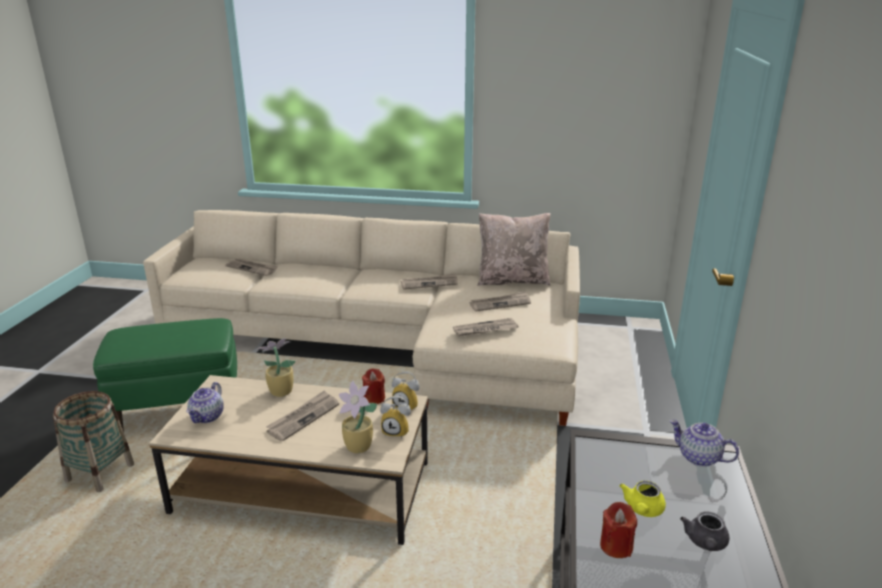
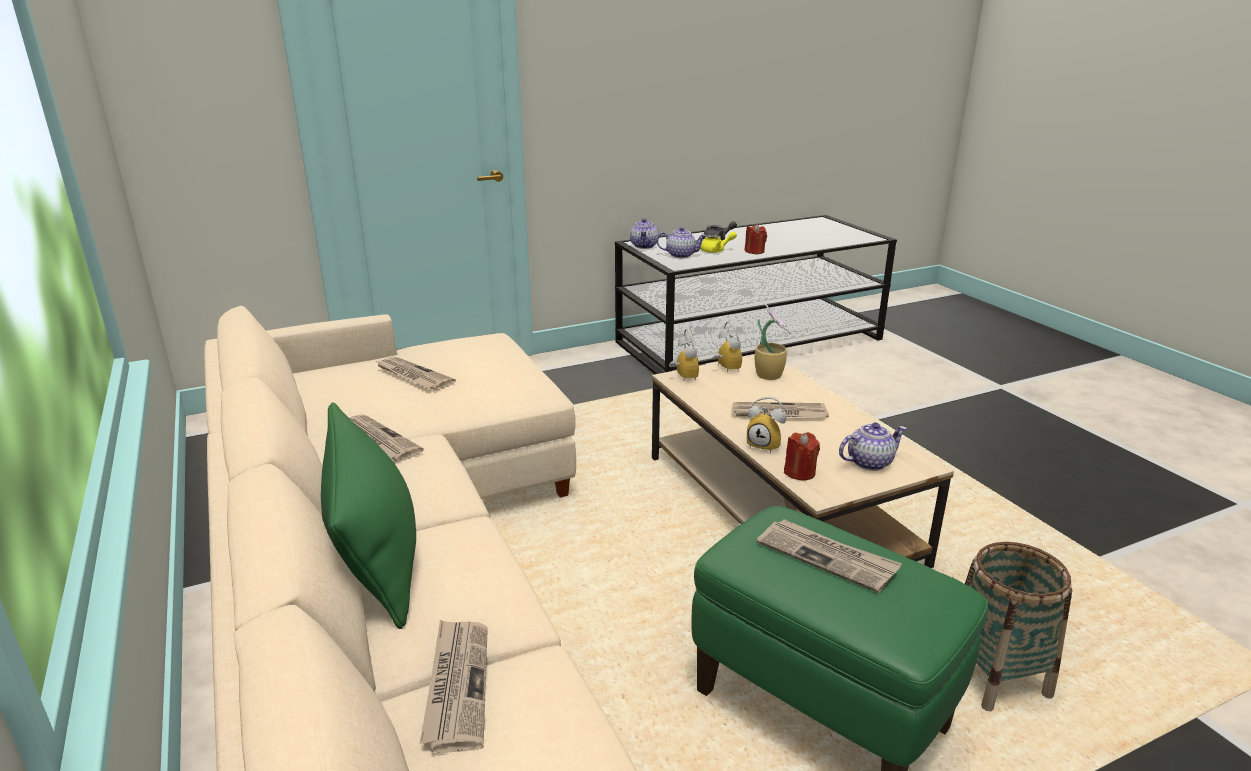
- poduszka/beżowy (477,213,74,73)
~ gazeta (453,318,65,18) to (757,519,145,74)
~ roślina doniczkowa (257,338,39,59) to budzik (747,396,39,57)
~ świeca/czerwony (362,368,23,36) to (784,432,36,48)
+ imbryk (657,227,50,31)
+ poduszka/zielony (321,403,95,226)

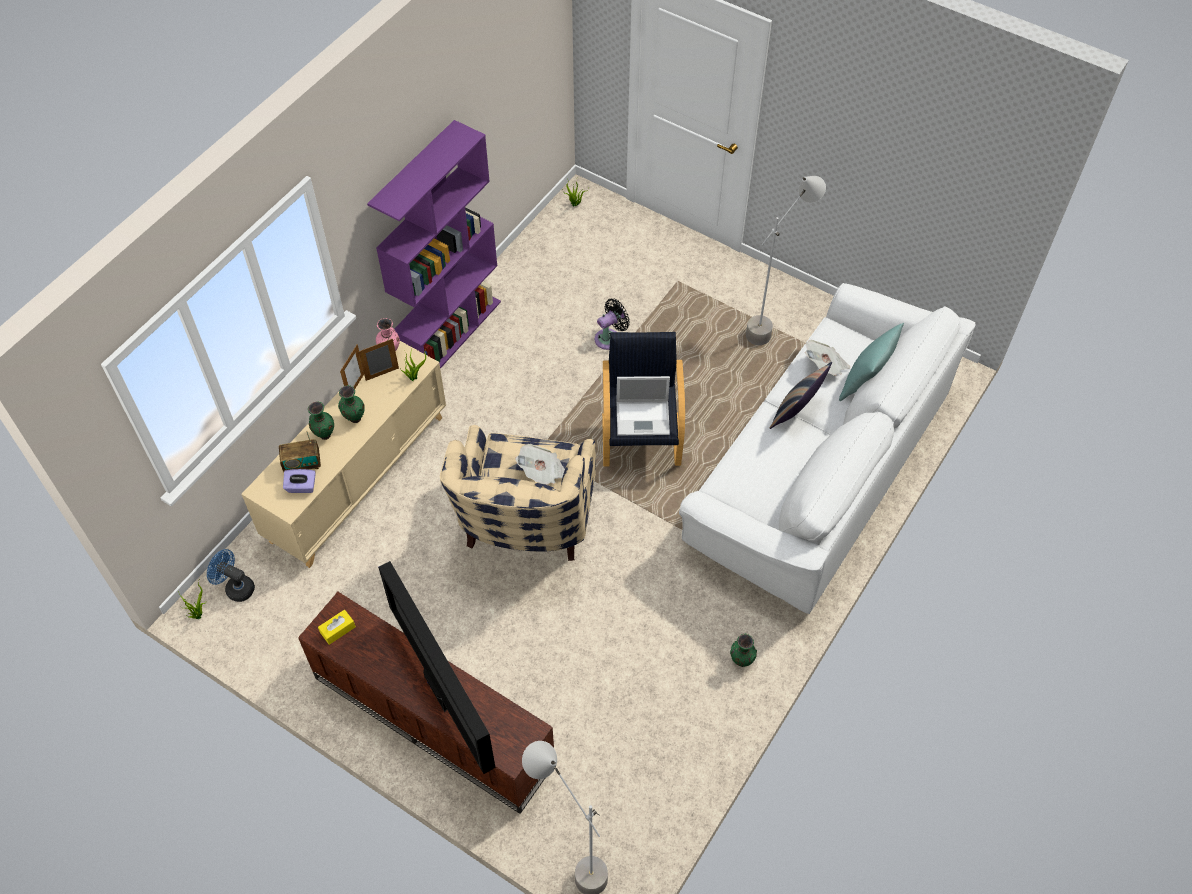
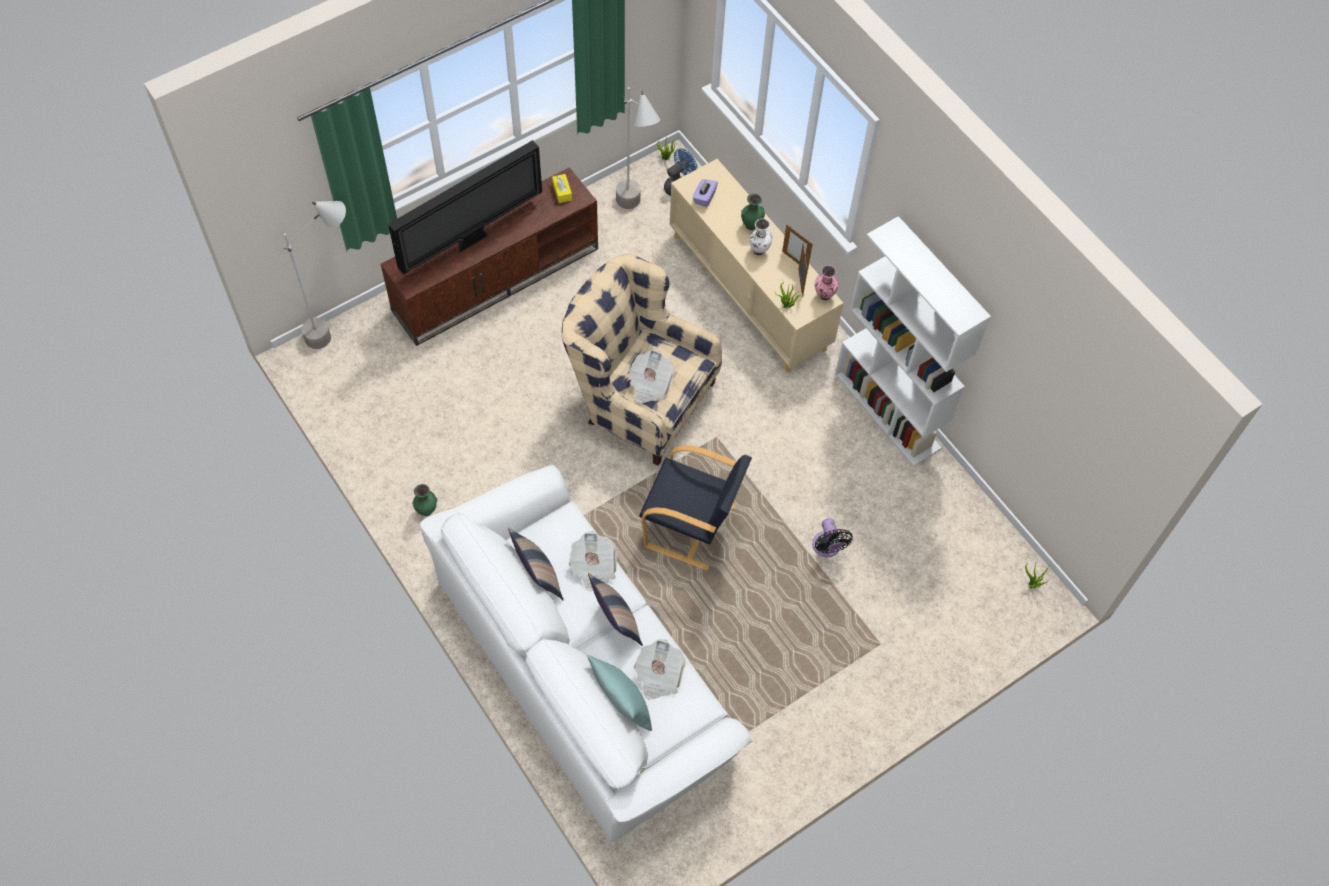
~ regał/fioletowy (367,120,134,249) to regał/biały (835,216,156,251)
~ lampa stojąca/szary (746,176,80,169) to (616,87,44,122)
- laptop (617,376,53,59)
~ wazon/zielony (338,385,27,38) to wazon/biały (749,219,24,36)
- radio (279,430,42,42)
~ telewizor (378,561,118,213) = (388,140,154,134) 150 degrees clockwise
+ poduszka (508,528,56,72)
+ gazeta (569,531,48,61)

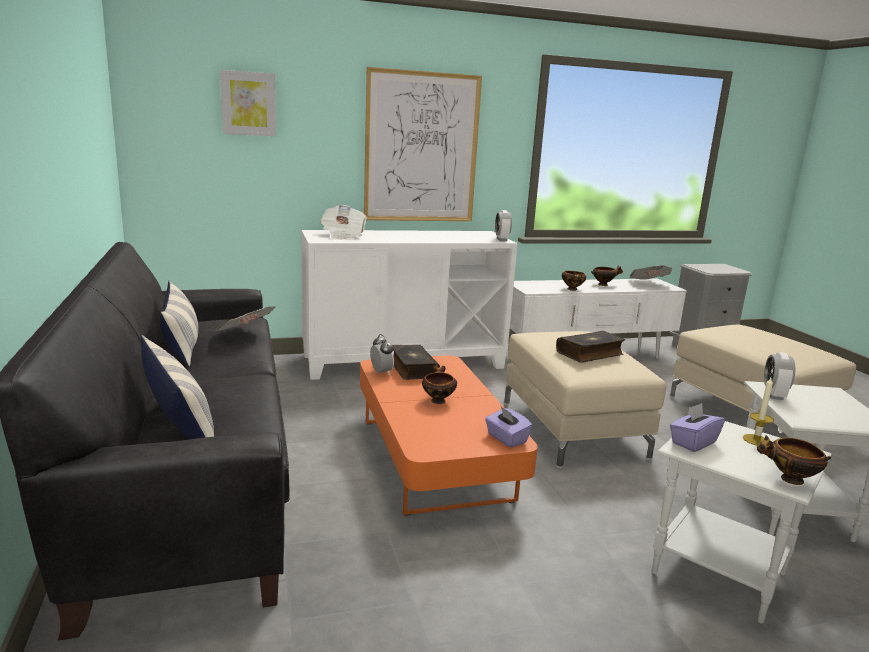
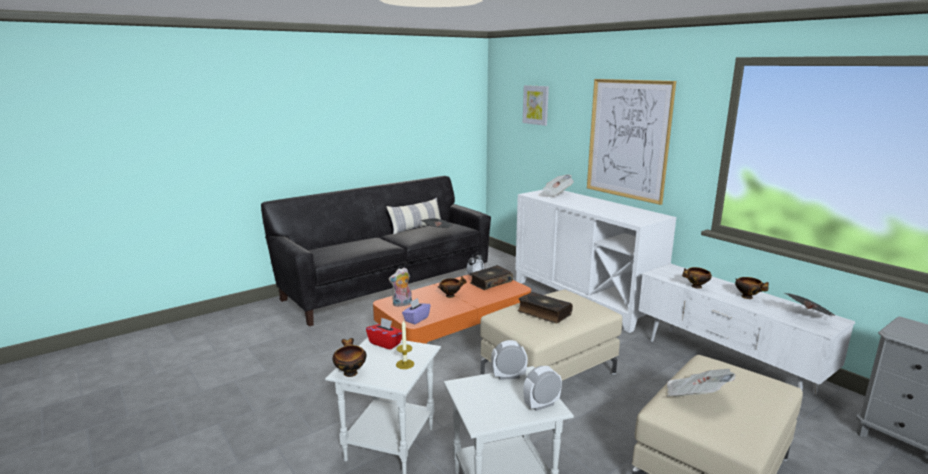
~ budzik (495,210,17,31) to (523,366,39,45)
- poduszka (141,335,73,104)
~ pudełko chusteczek/fioletowy (670,403,55,49) to pudełko chusteczek/czerwony (366,318,36,32)
+ pluszak (388,267,24,40)
+ gazeta (667,369,69,28)

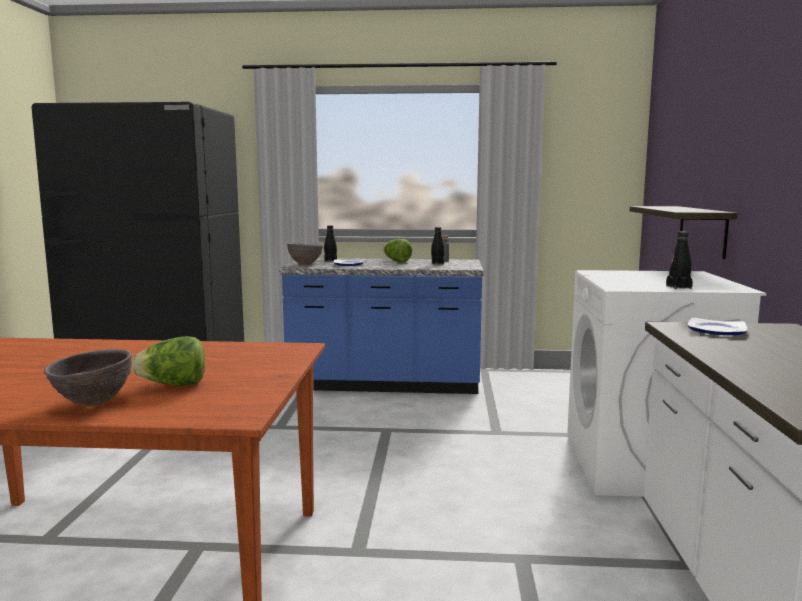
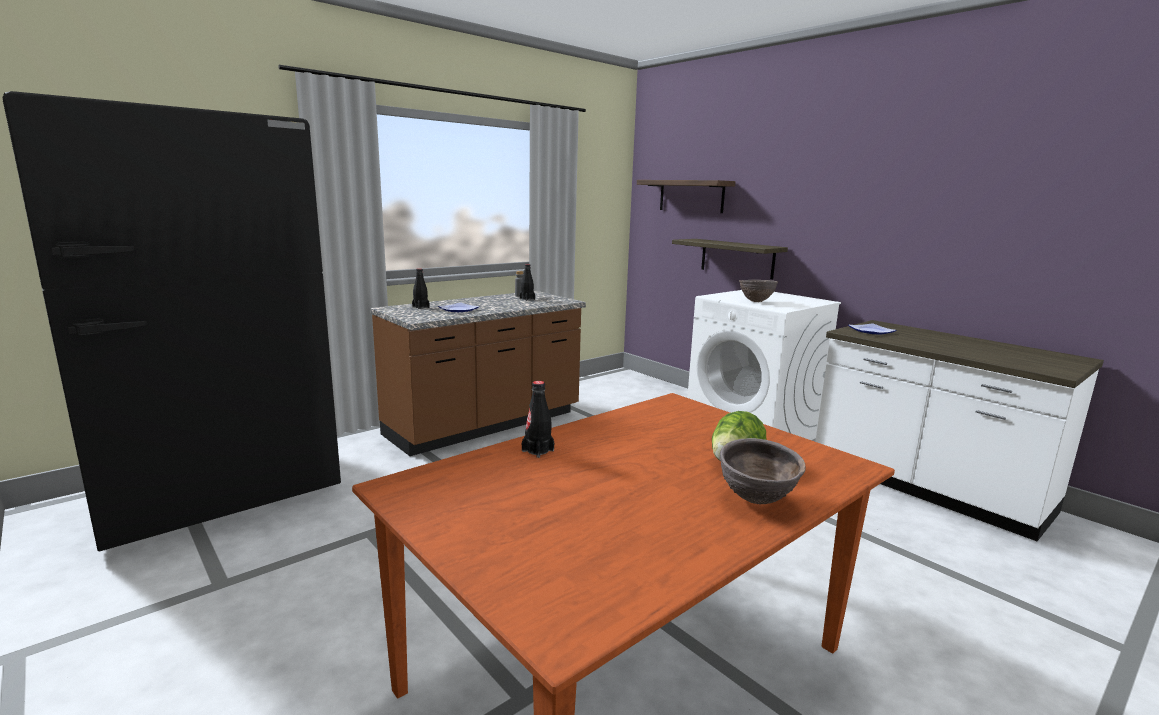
~ butelka/czarny (666,232,27,57) to (522,381,32,77)
- sałata (383,239,29,23)
~ miska/brązowy (287,243,36,22) to (739,280,39,22)
~ zabudowa kuchenna/niebieski (279,258,205,136) to zabudowa kuchenna/brązowy (370,291,216,165)
+ półka (637,180,99,33)

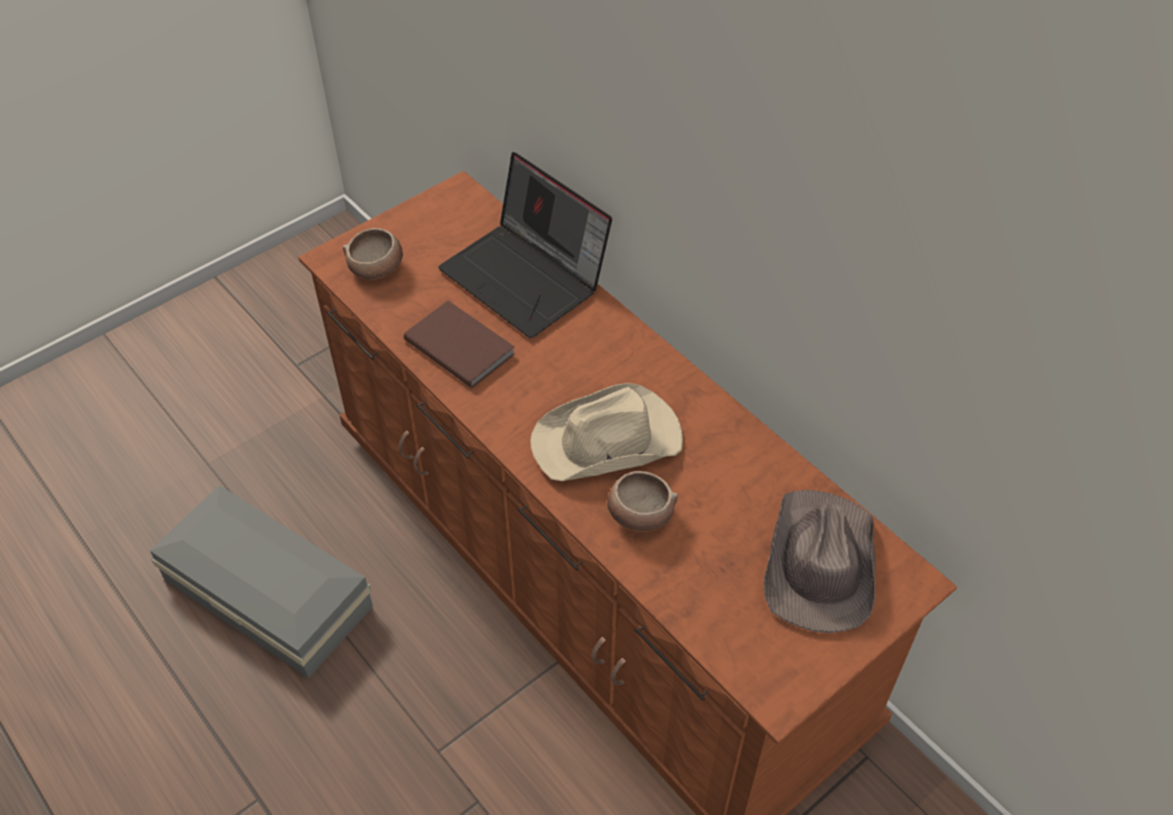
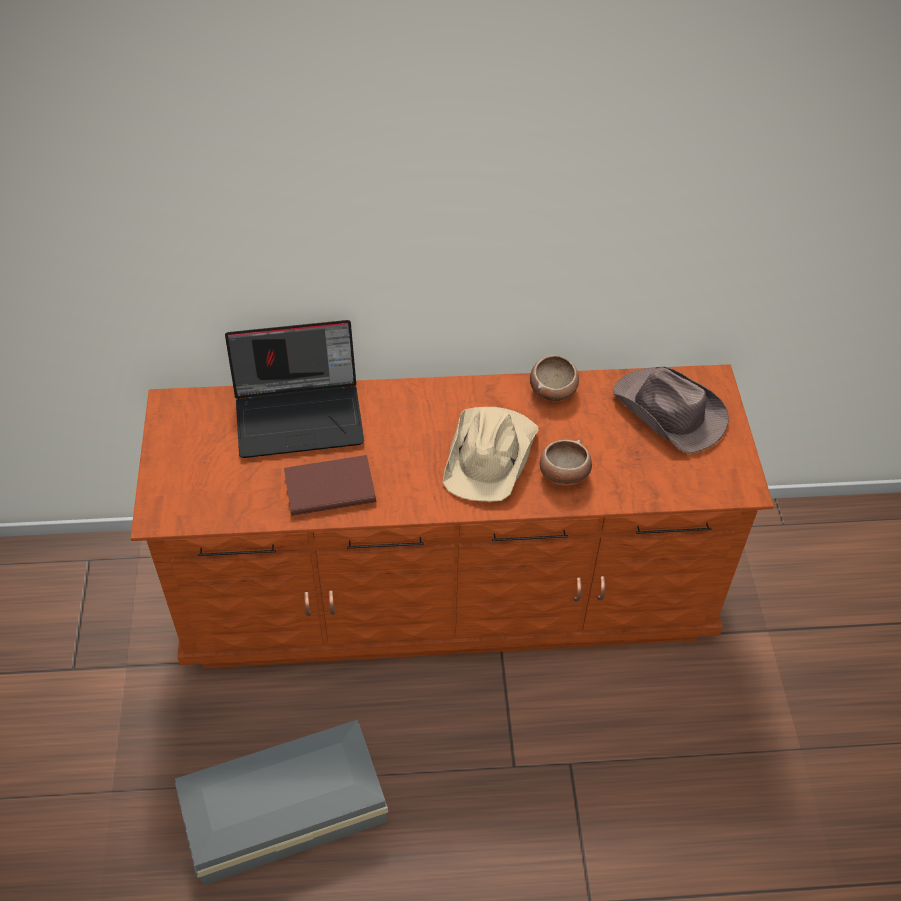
~ miska (343,228,60,52) to (530,355,49,46)

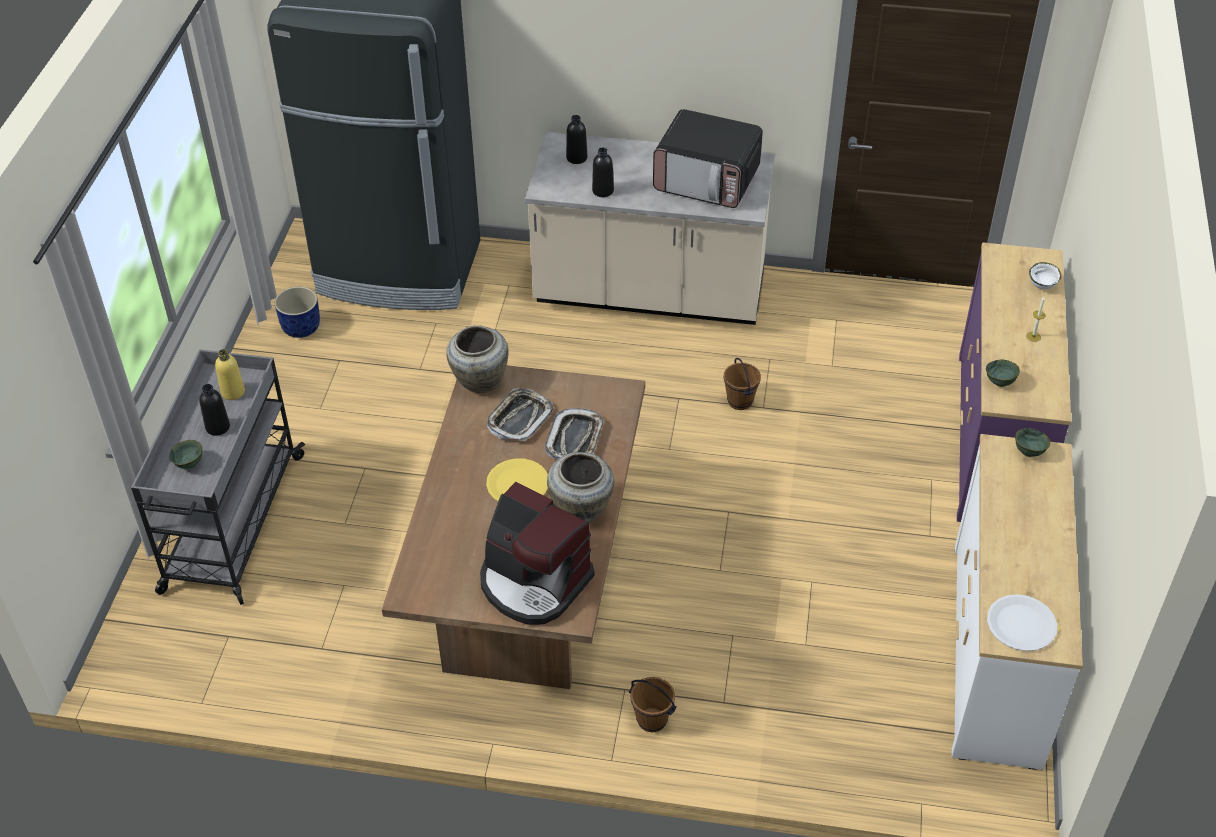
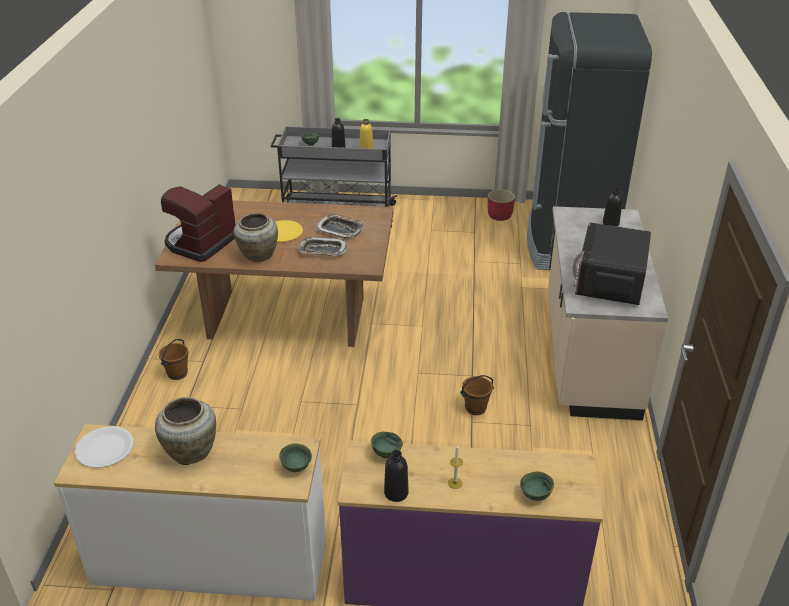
~ butelka/czarny (592,147,22,50) to (384,450,25,52)
~ miska/biały (1029,262,32,27) to miska/zielony (520,472,34,29)
~ donica/niebieski (275,287,45,51) to donica/czerwony (488,189,27,32)
~ wazon/beżowy (446,325,62,68) to (155,397,61,68)

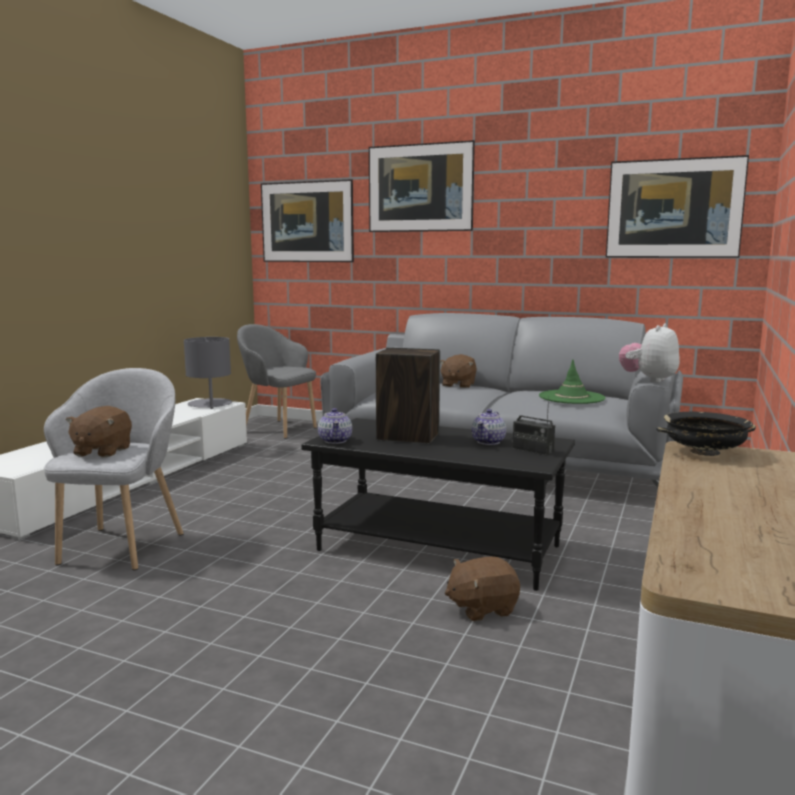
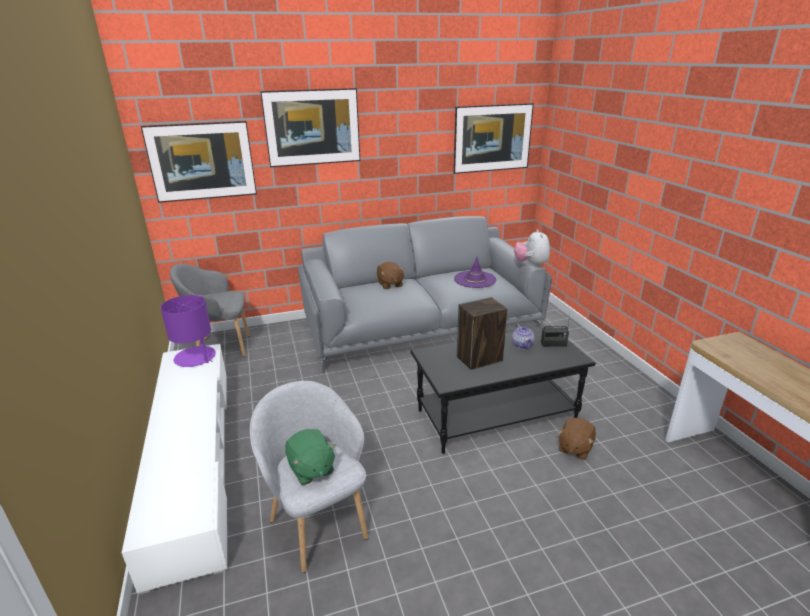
~ lampa stołowa/szary (184,337,48,72) to lampa stołowa/fioletowy (160,295,56,72)
~ kapelusz/zielony (539,359,66,45) to kapelusz/fioletowy (454,257,43,31)
~ pluszak/brązowy (66,406,66,52) to pluszak/zielony (285,429,51,56)
- imbryk (318,408,34,36)
- miska/czarny (656,412,100,44)

